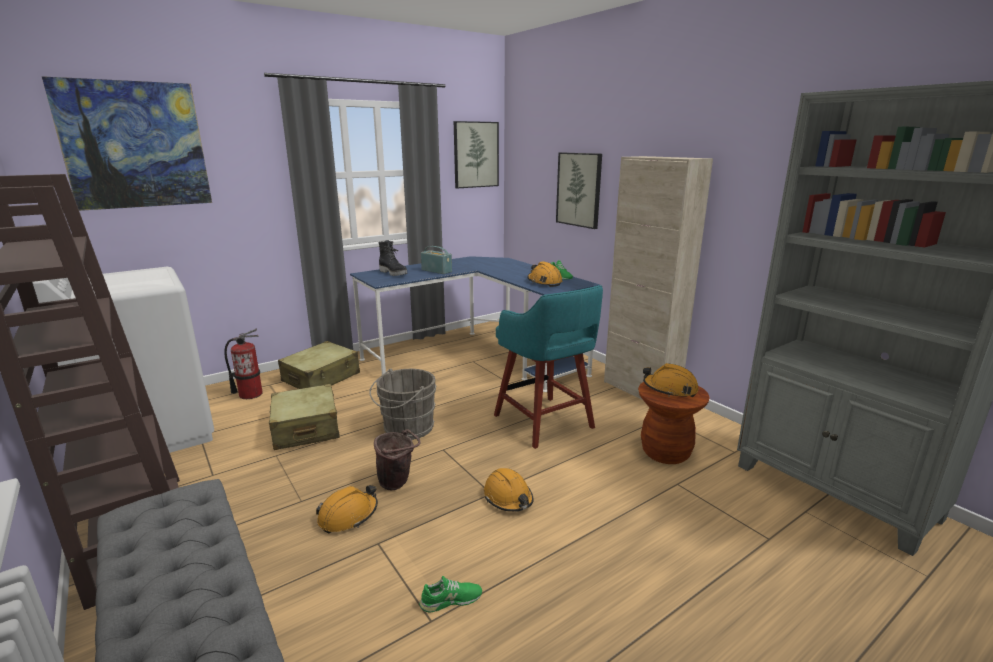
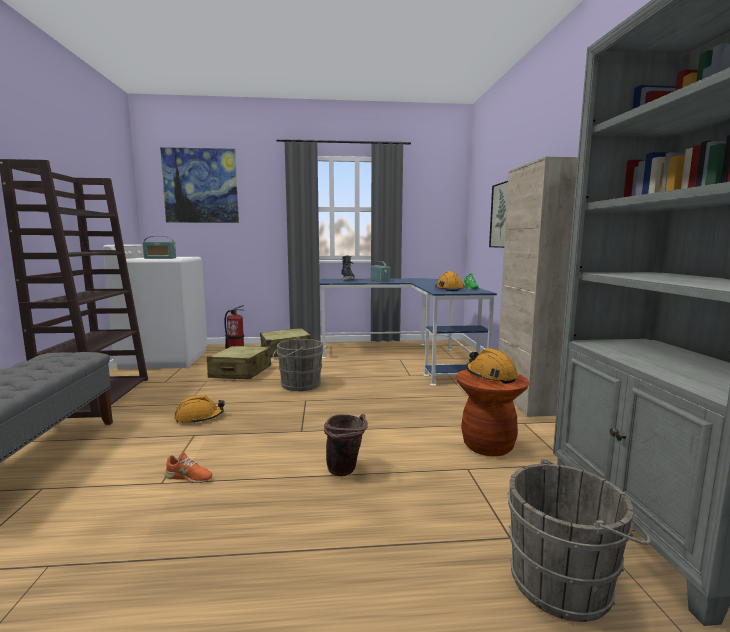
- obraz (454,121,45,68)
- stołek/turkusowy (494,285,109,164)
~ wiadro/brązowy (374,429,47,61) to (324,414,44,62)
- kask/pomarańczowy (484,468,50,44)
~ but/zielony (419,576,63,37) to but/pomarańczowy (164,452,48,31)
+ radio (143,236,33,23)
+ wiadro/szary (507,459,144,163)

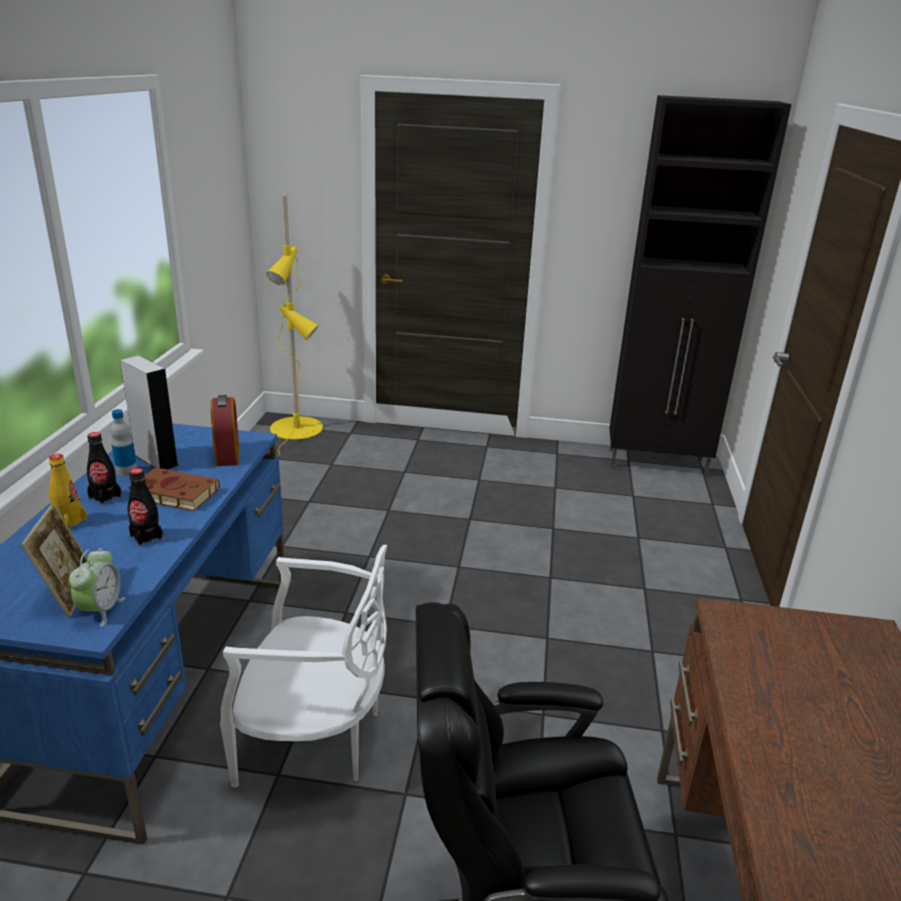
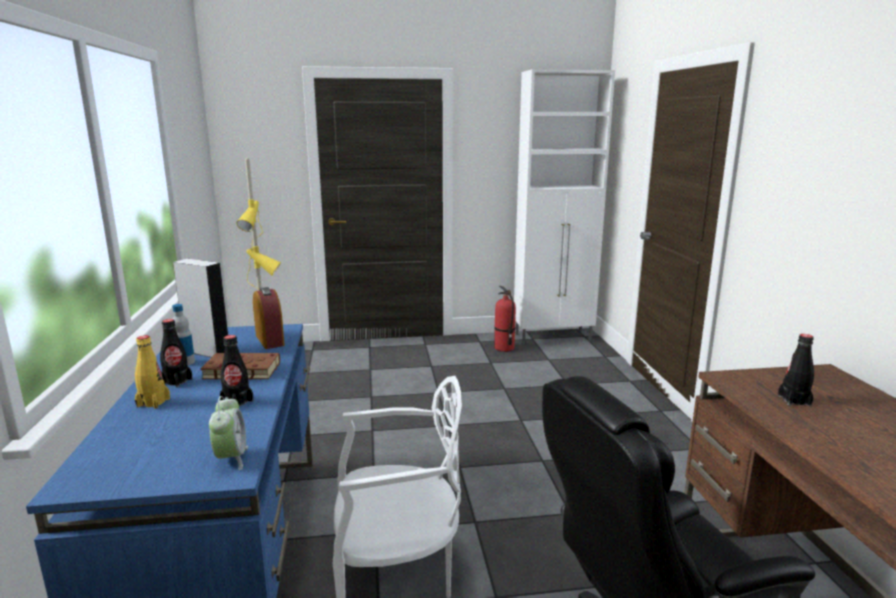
~ szafka/czarny (609,95,183,382) to szafka/biały (514,69,101,276)
- ramka na zdjęcie (21,503,66,114)
+ gaśnica (494,286,22,66)
+ butelka/czarny (778,334,36,72)

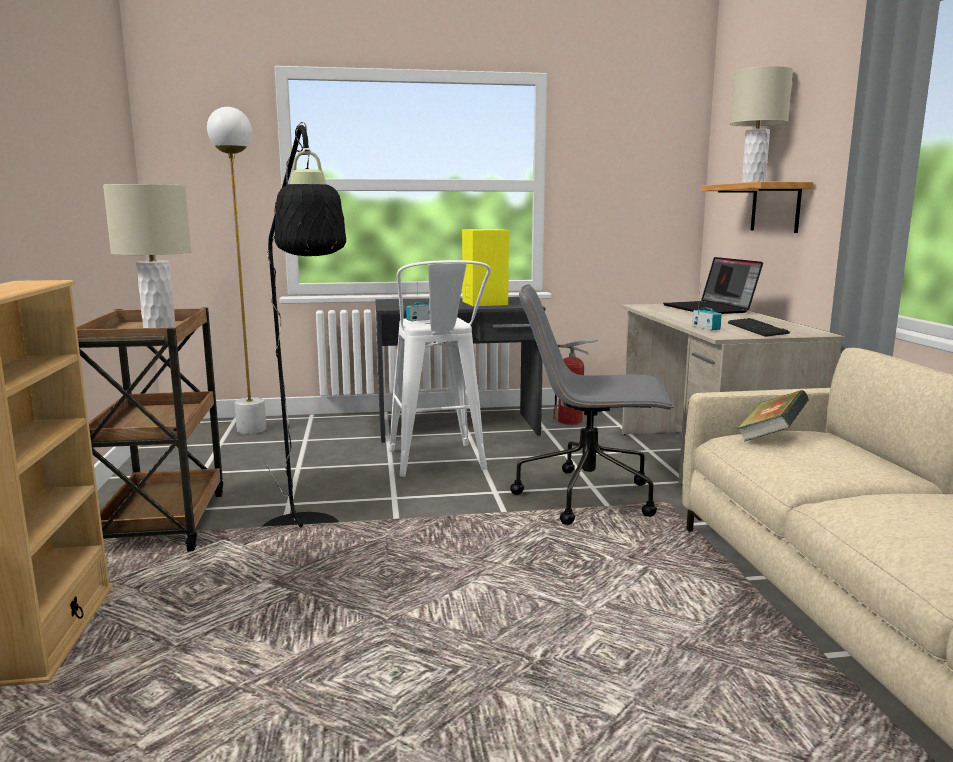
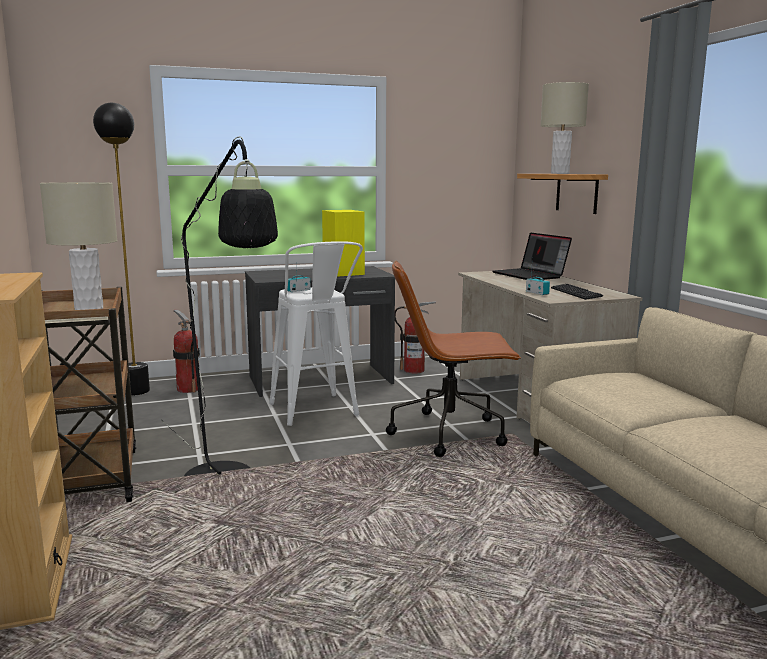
~ lampa stojąca/biały (207,107,59,327) to lampa stojąca/czarny (93,103,57,293)
~ krzesło biurowe/szary (510,284,164,241) to krzesło biurowe/brązowy (386,261,135,196)
- książka (737,390,72,52)
+ gaśnica (173,309,27,84)

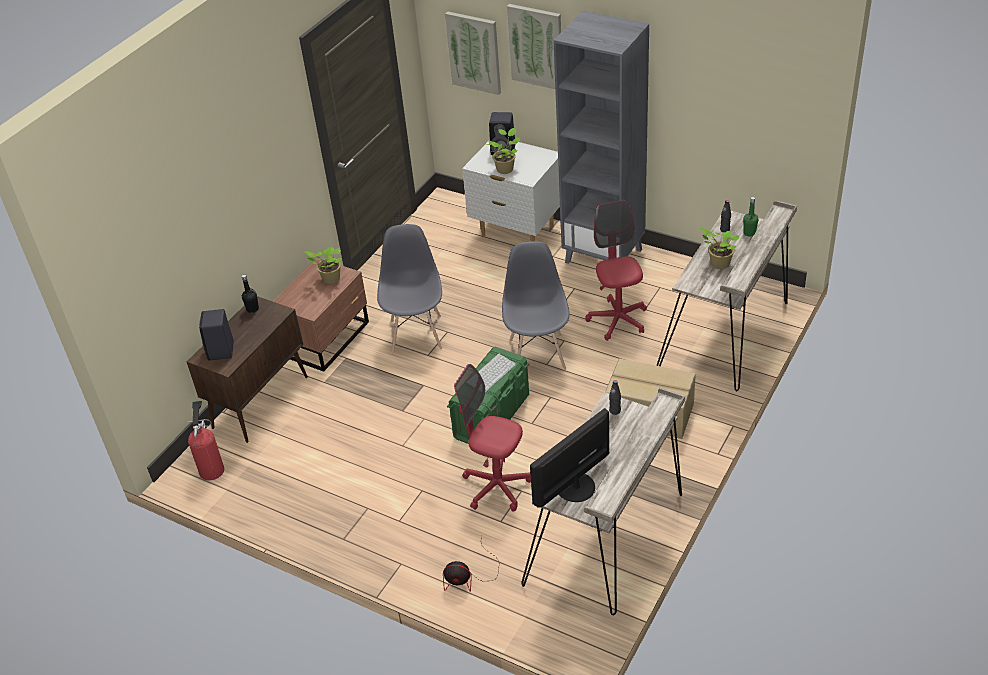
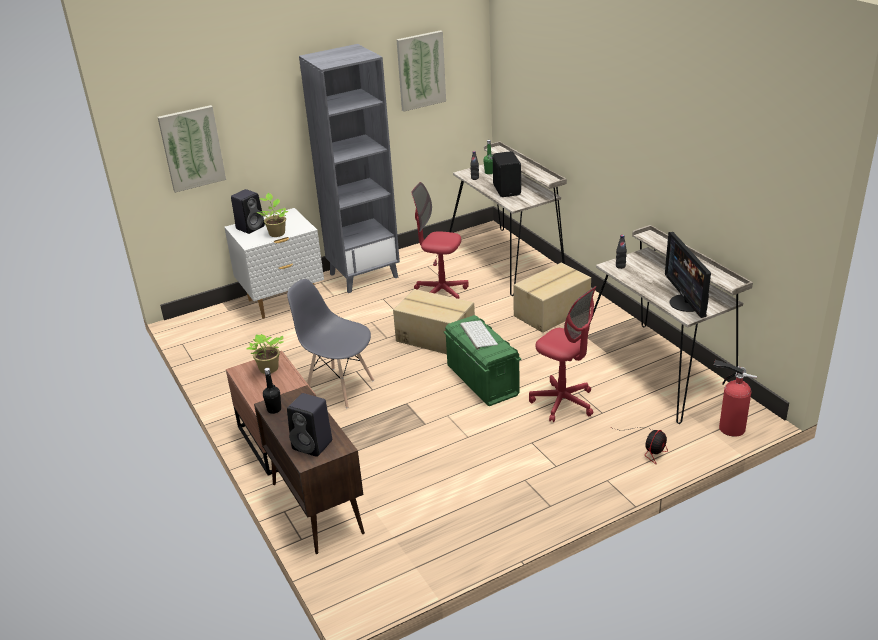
~ obraz (507,4,54,85) to (396,30,50,82)
~ roślina doniczkowa (700,228,39,41) to głośnik/czarny (493,151,28,46)
~ krzesło/szary (502,241,68,129) to karton (393,289,82,65)
~ krzesło biurowe/czerwony (454,364,77,147) = (529,286,67,136) 105 degrees counterclockwise
~ gaśnica (188,401,36,79) to (713,360,44,77)

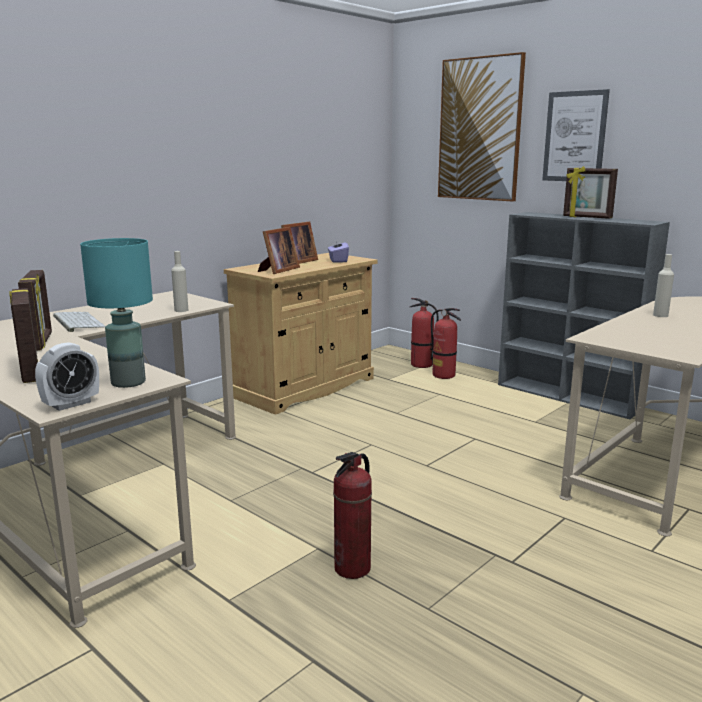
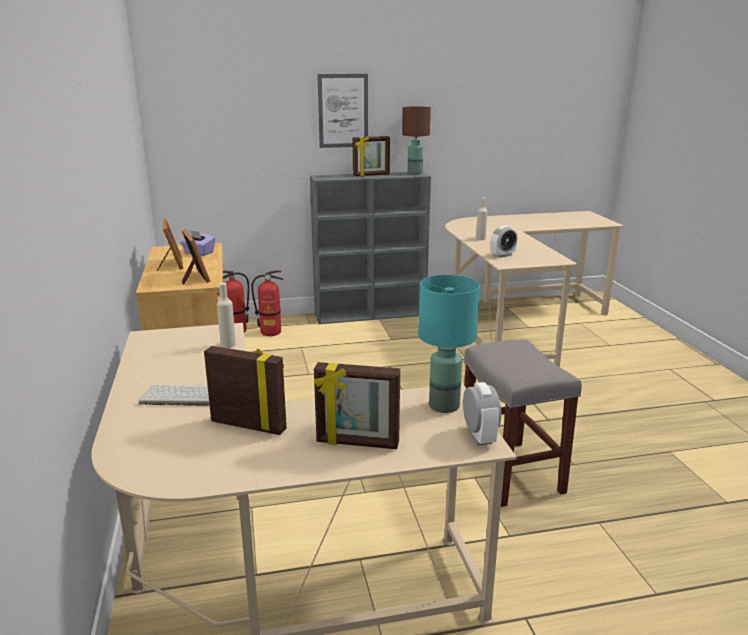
- obraz (438,52,88,150)
~ gaśnica (333,452,39,127) to stołek/szary (464,340,118,167)
+ lampa stołowa/brązowy (402,107,29,68)
+ budzik (491,225,26,33)

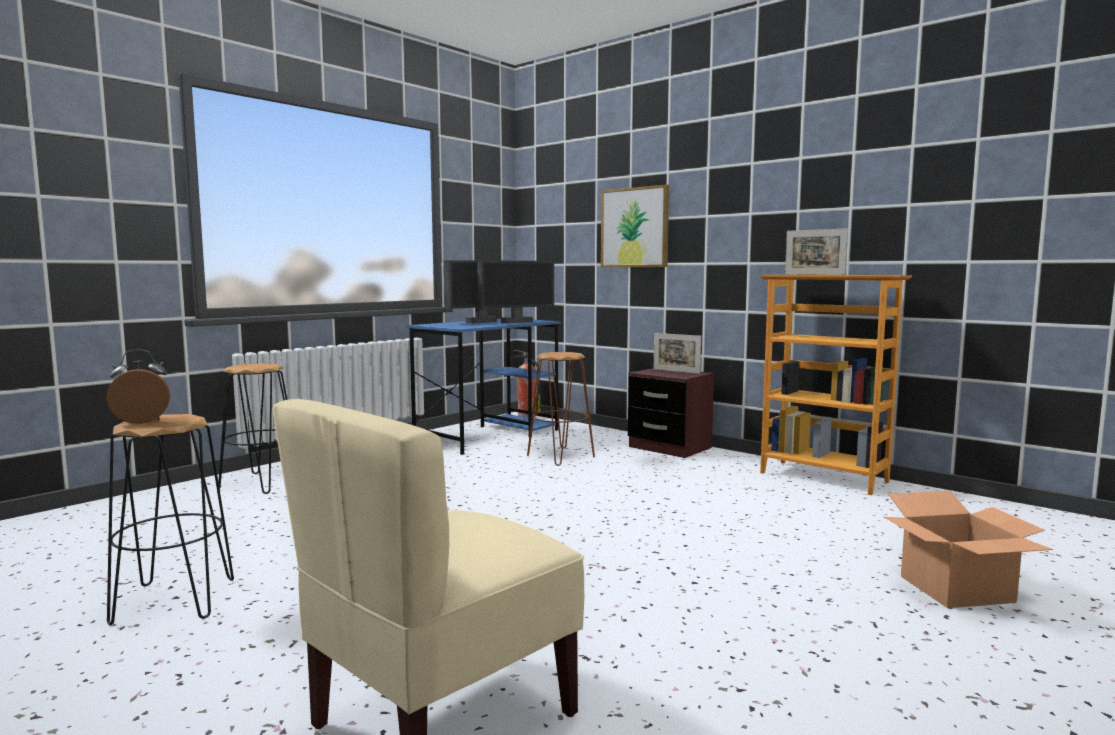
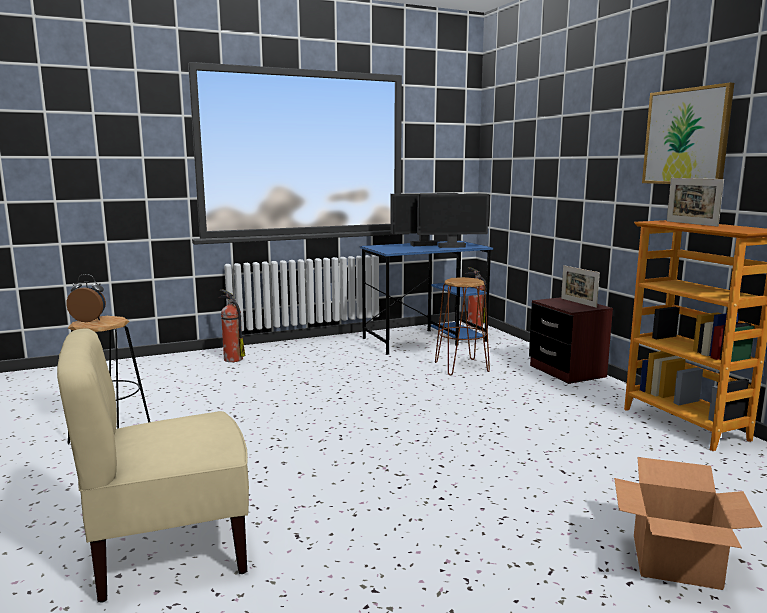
~ obraz (601,185,68,82) to (642,83,92,101)
~ stołek/czarny (218,363,69,131) to gaśnica (219,289,26,73)

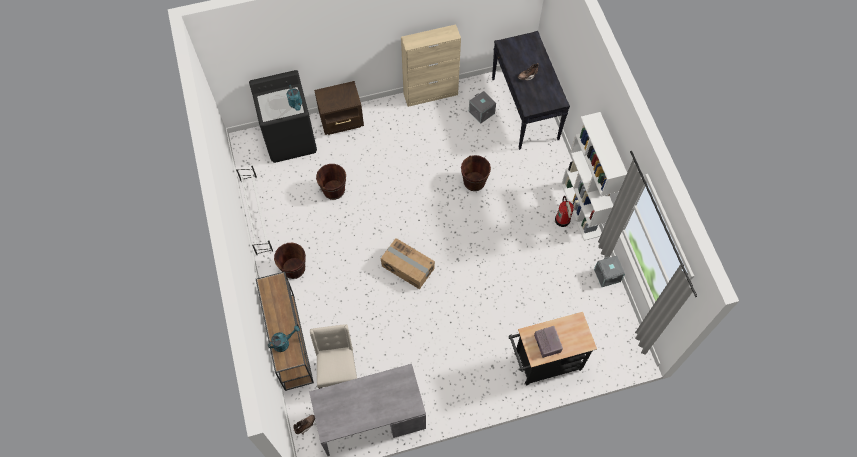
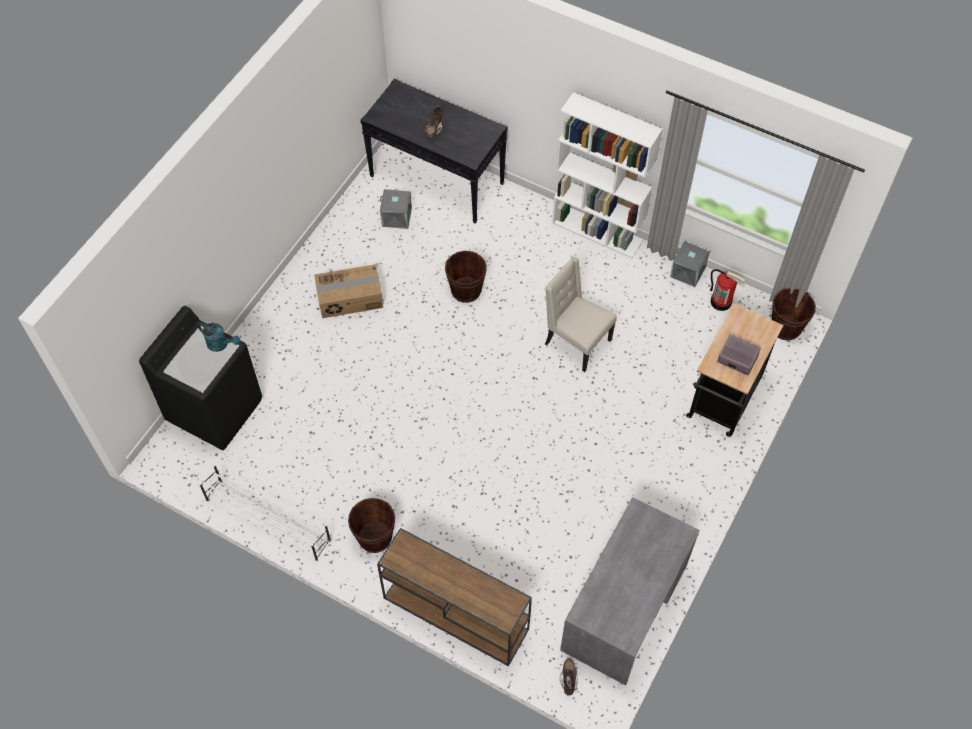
- szafka/beżowy (401,24,60,83)
- szafka nocna/brązowy (314,81,50,54)
~ wiadro/brązowy (316,164,30,36) to (771,288,45,53)
~ gaśnica (555,196,19,31) to (710,269,36,42)
~ karton (381,238,54,51) to (314,264,69,54)
~ krzesło/beżowy (310,324,47,65) to (545,257,72,115)
- konewka/turkusowy (268,326,32,26)

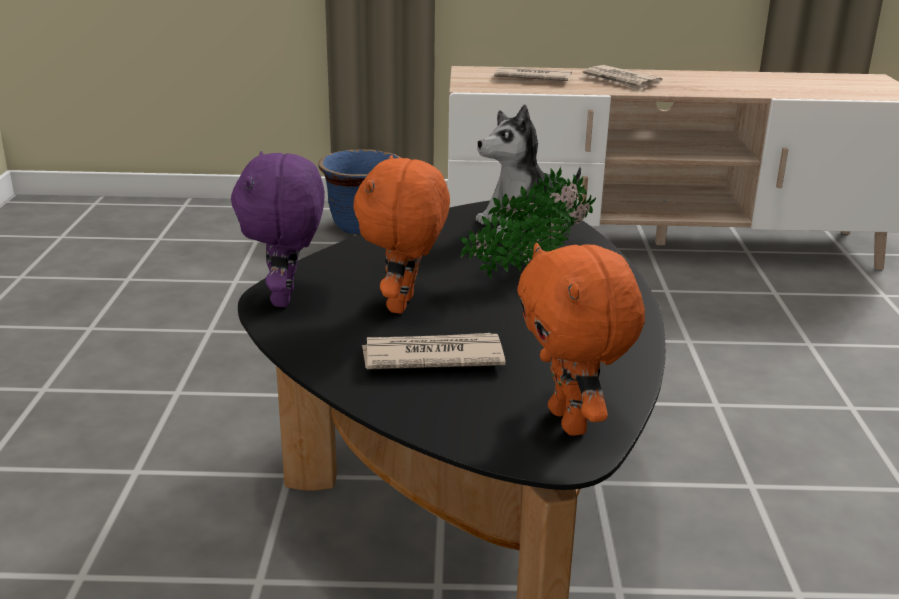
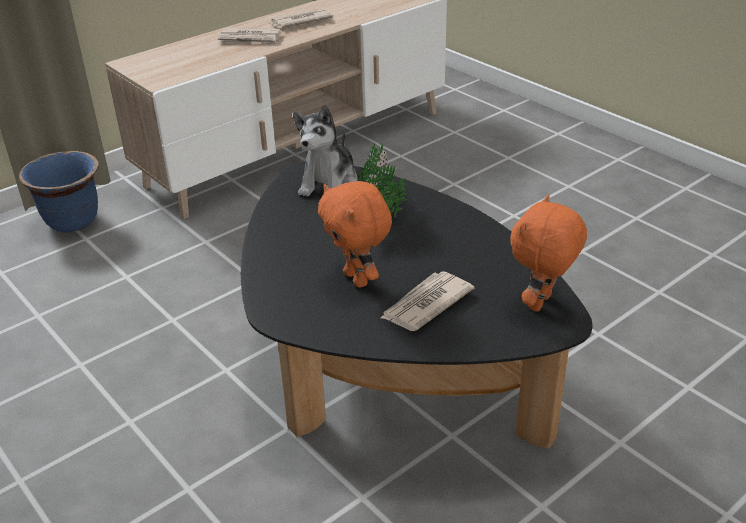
~ gazeta (494,67,78,14) to (269,8,64,20)
- pluszak/fioletowy (231,151,94,156)
~ pluszak/pomarańczowy (517,243,128,193) = (510,195,77,117) 90 degrees clockwise

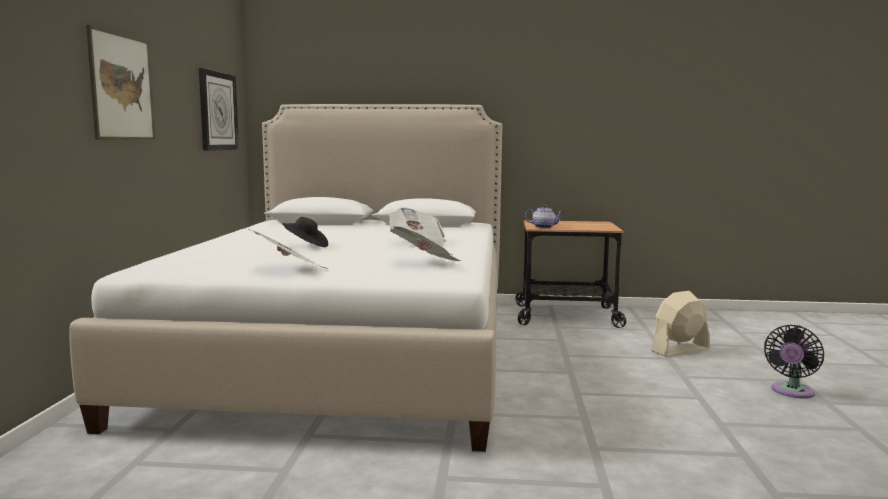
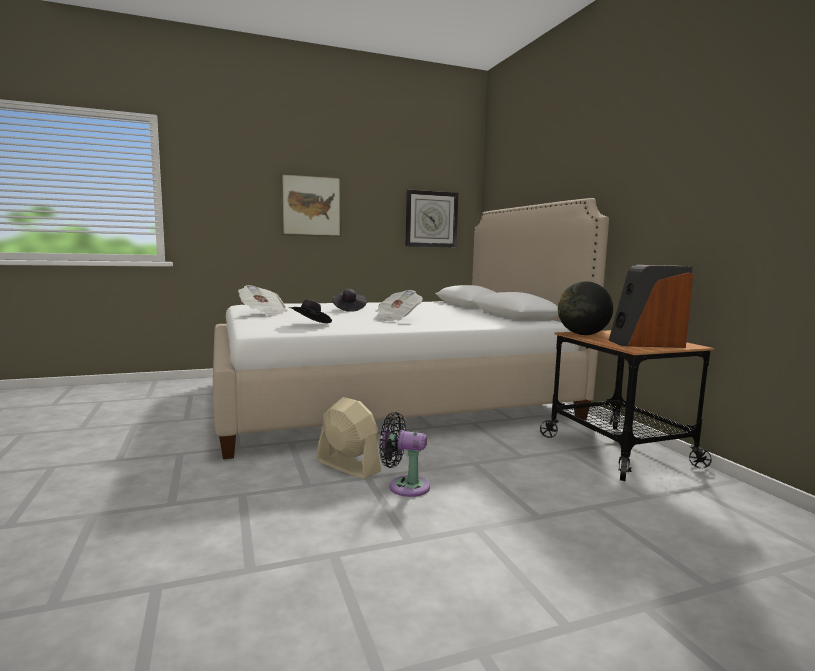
~ imbryk (525,205,39,23) to globus (558,281,55,54)
~ gazeta (390,227,71,34) to kapelusz/czarny (288,300,44,23)
~ wentylator/beżowy (651,291,59,66) to (316,397,65,82)
~ wentylator/czarny (764,325,60,74) to (379,412,51,85)
+ głośnik (608,265,85,83)

